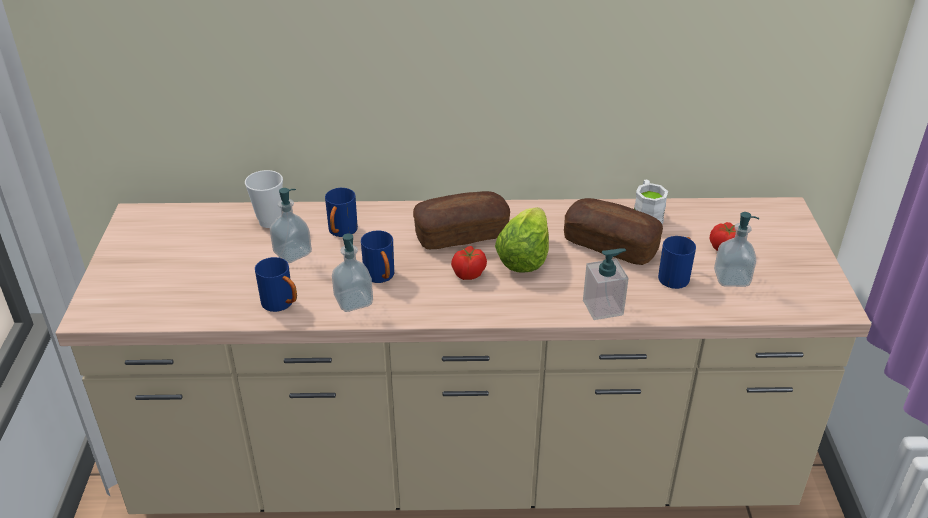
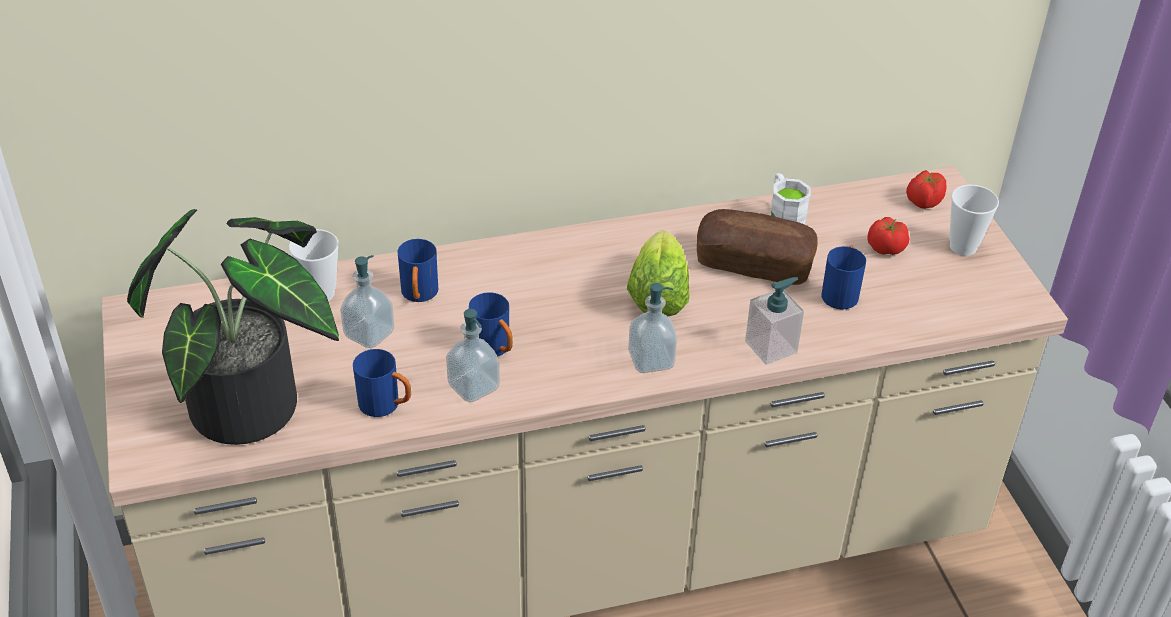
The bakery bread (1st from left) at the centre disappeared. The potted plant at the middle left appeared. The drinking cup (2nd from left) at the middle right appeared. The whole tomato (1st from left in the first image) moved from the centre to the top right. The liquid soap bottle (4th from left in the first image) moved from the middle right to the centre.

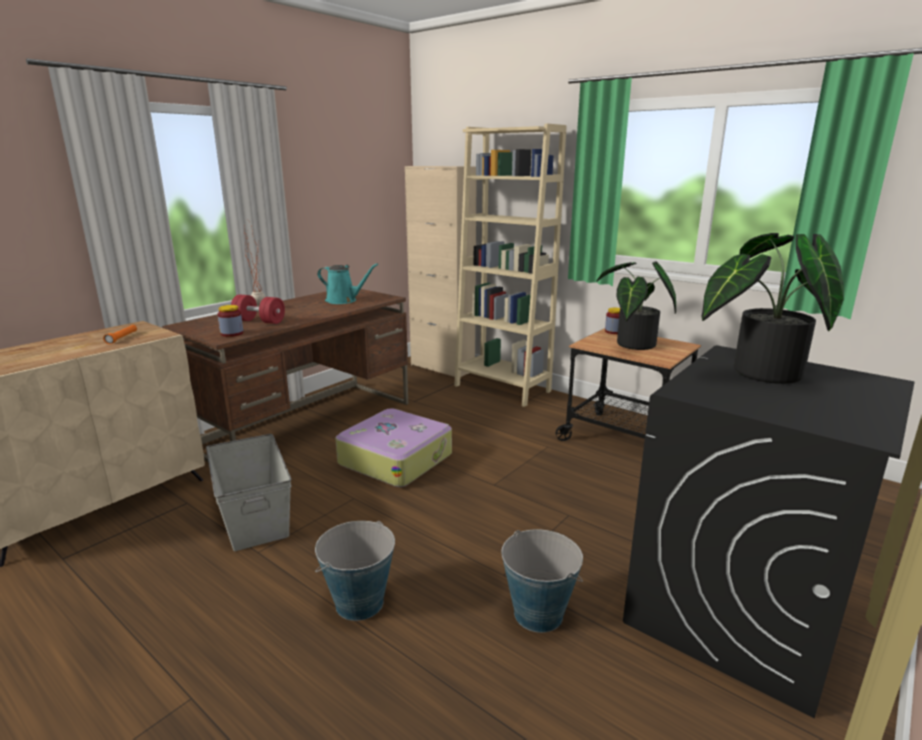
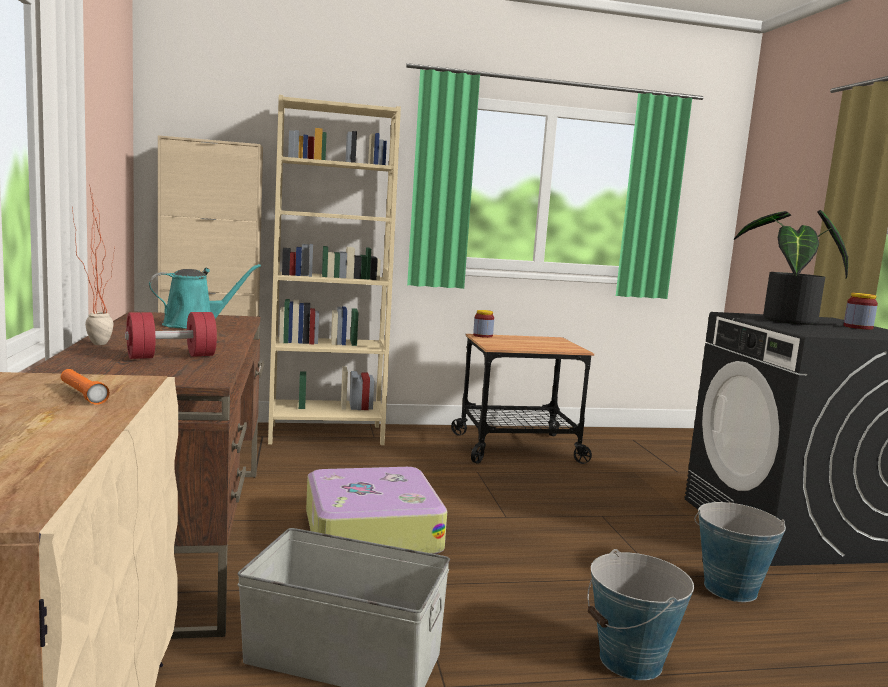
The potted plant (2nd from left) at the middle right disappeared. The jar (1st from left in the first image) moved from the middle left to the middle right.

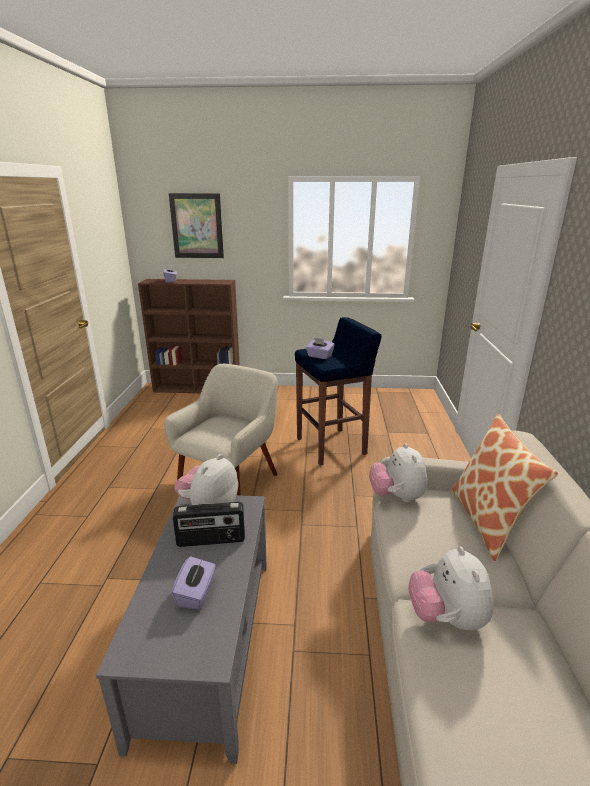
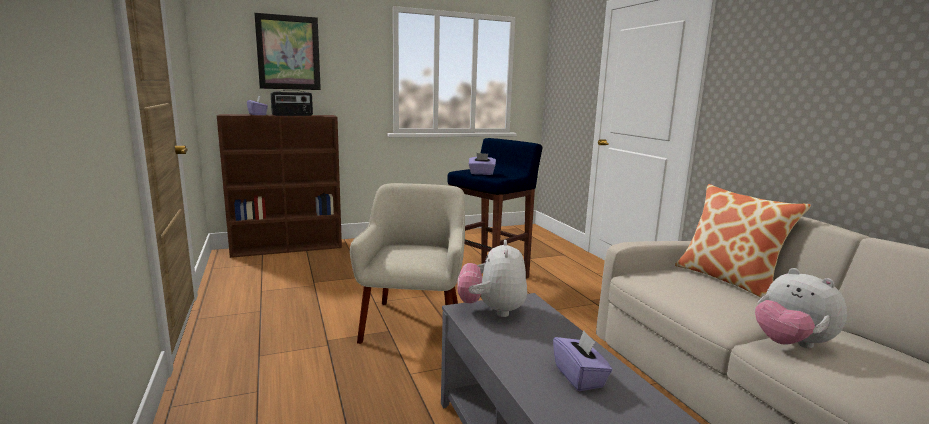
The soft toy (2nd from left) at the middle right disappeared. The radio set moved from the bottom centre to the top left.

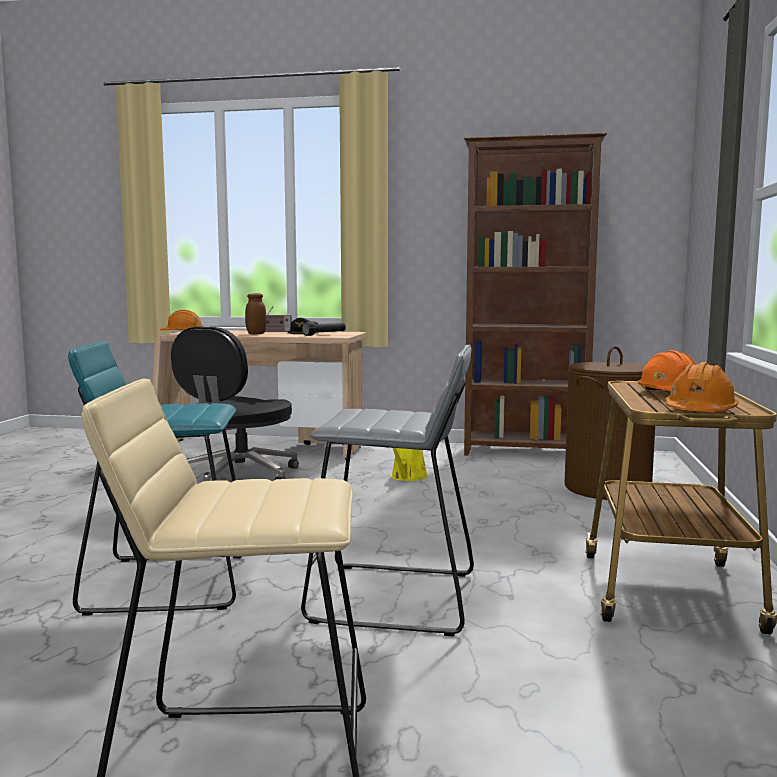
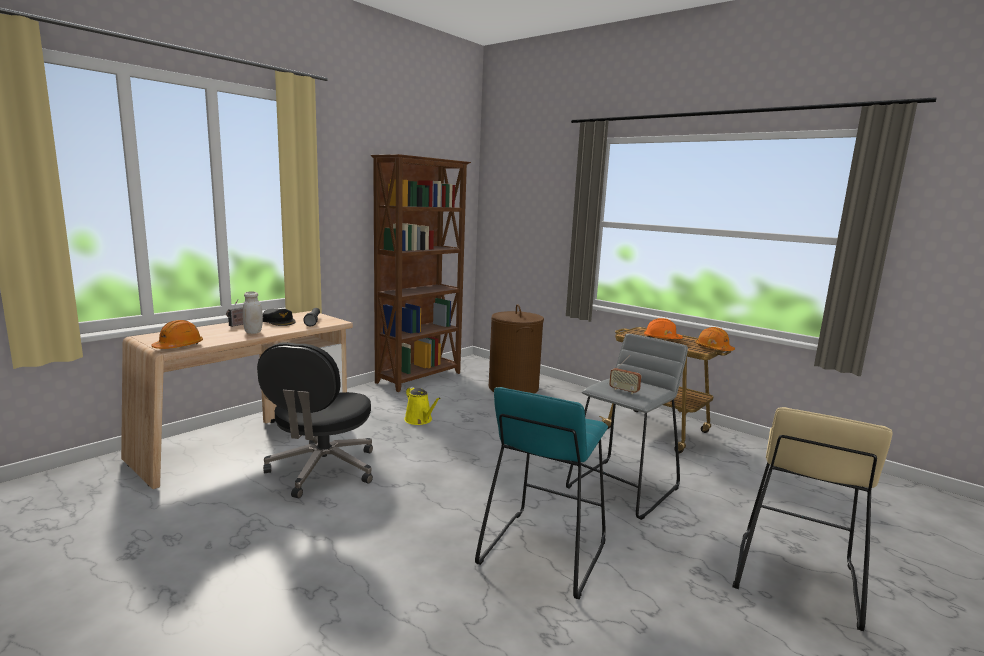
The radio set (2nd from left) at the centre appeared. The brownish jar at the middle left became the whitish jar at the middle left. The black desk chair at the middle left turned 45 degrees clockwise.

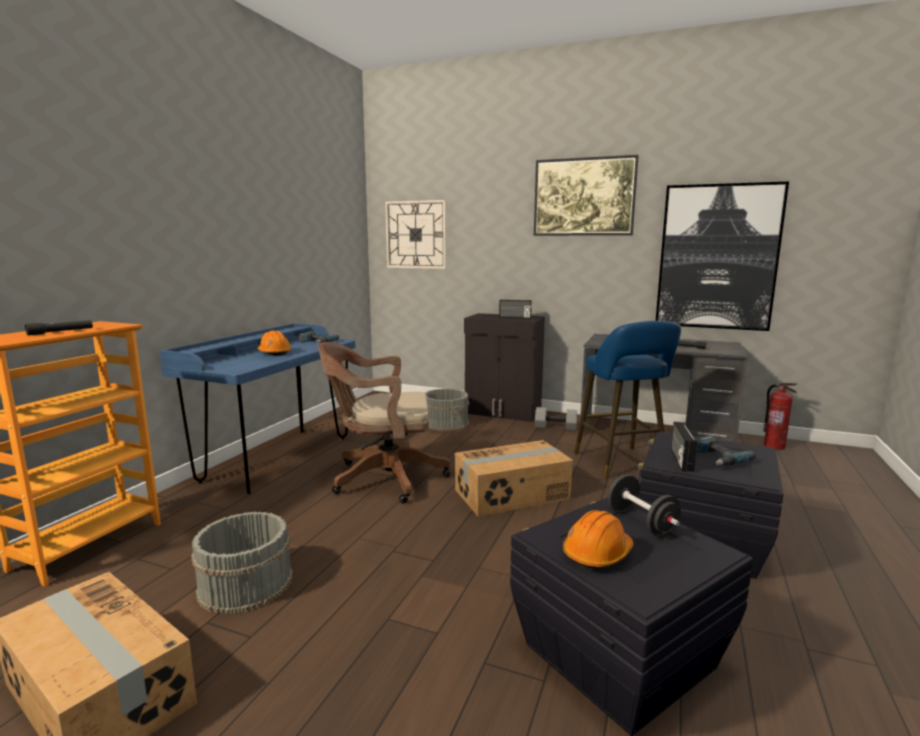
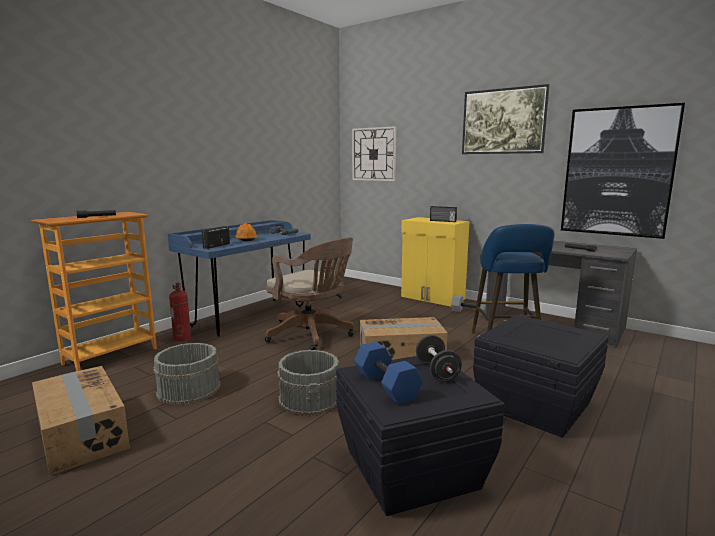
The power drill (2nd from left) at the middle right disappeared. The grey pail (2nd from left) moved from the centre to the bottom centre. The radio set (2nd from left in the first image) moved from the middle right to the middle left. The extinguisher moved from the middle right to the middle left. The orange hard hat (2nd from left) at the bottom centre was replaced by the blue-coloured dumbbell at the bottom centre. The black cabinet at the centre became the yellow-coloured cabinet at the centre. The brownish desk chair at the centre turned 150 degrees counterclockwise.

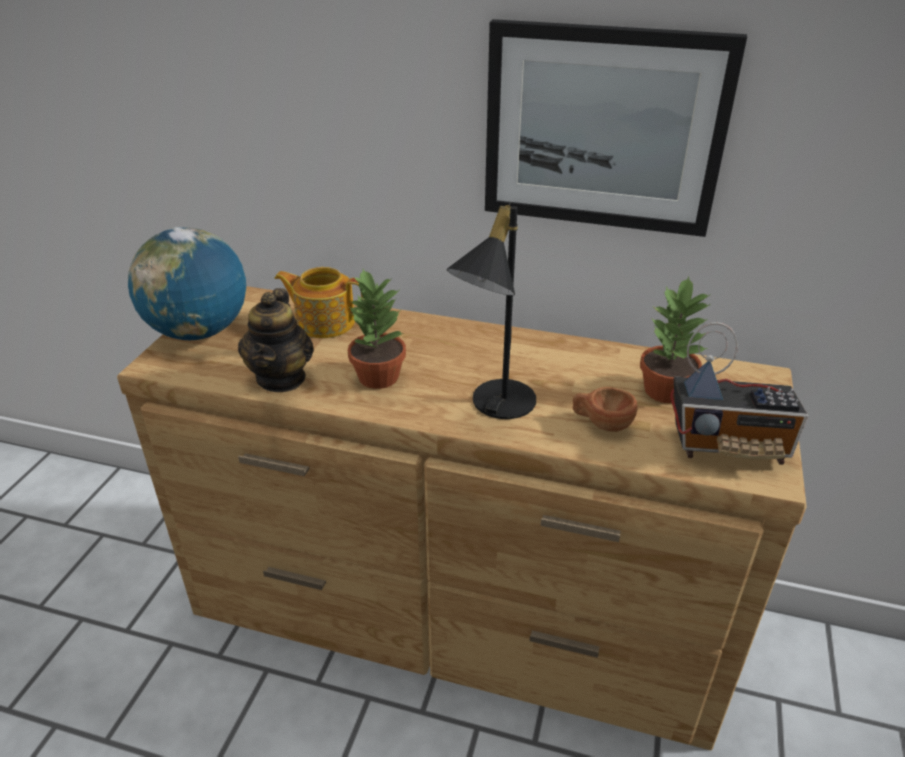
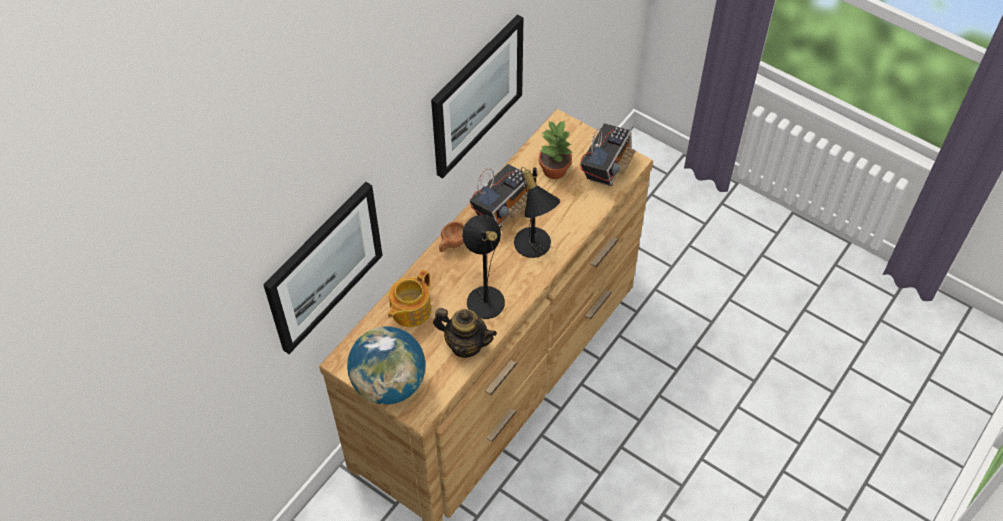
The wall art (1st from left) at the middle left appeared. The radio set (1st from left) at the centre appeared. The brownish drinking cup moved from the middle right to the centre. The potted plant (1st from left) at the centre was replaced by the black lamp for a table (1st from left) at the centre.

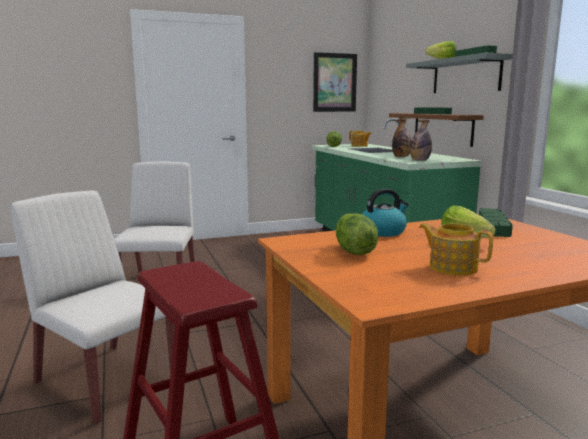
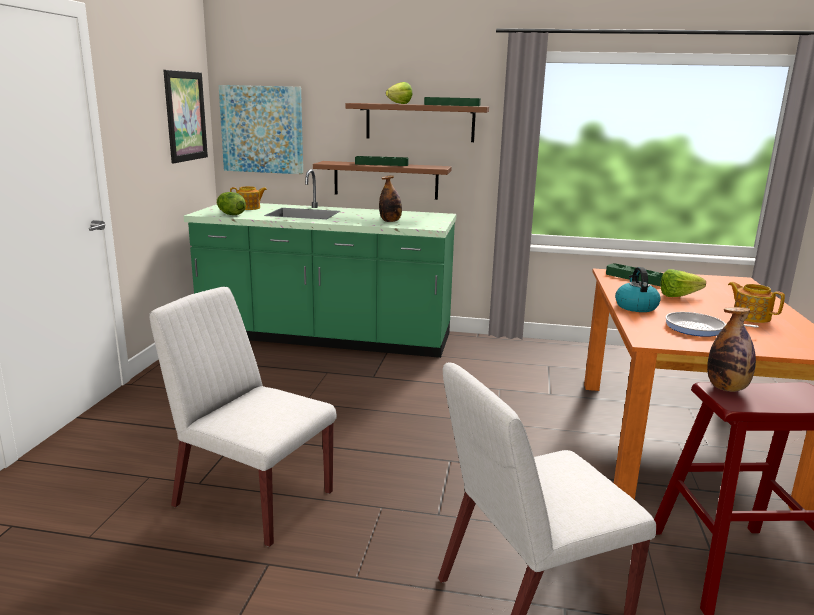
The wall art (2nd from left) at the top left appeared. The bottle (2nd from left) moved from the top right to the middle right. The lettuce head (2nd from left) at the centre was replaced by the skillet at the middle right. The grey wall shelf at the top right became the brownish wall shelf (2nd from left) at the top centre. The pot for tea (2nd from left) at the middle right turned 75 degrees clockwise.

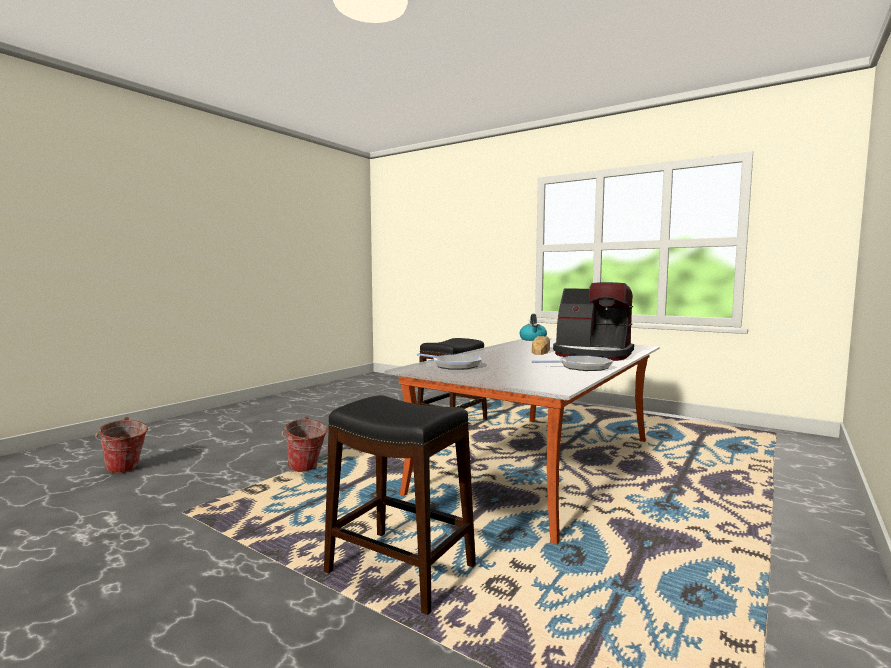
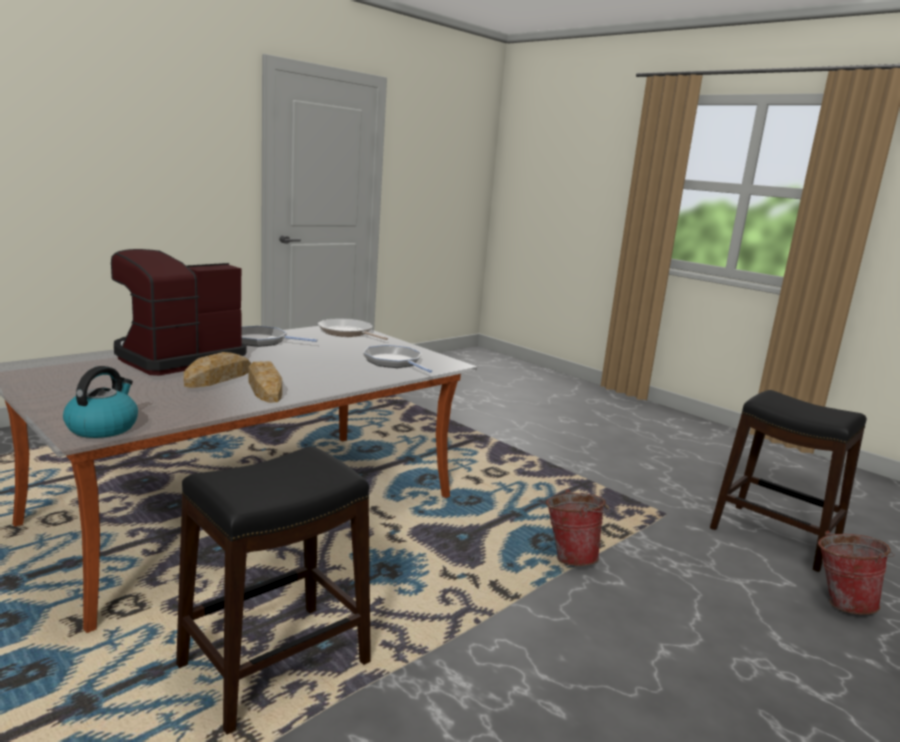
The bakery bread (2nd from left) at the middle left appeared. The skillet (2nd from left) at the centre appeared. The black stool seat (1st from left in the first image) moved from the bottom centre to the middle right. The coffee maker at the centre turned 90 degrees counterclockwise.

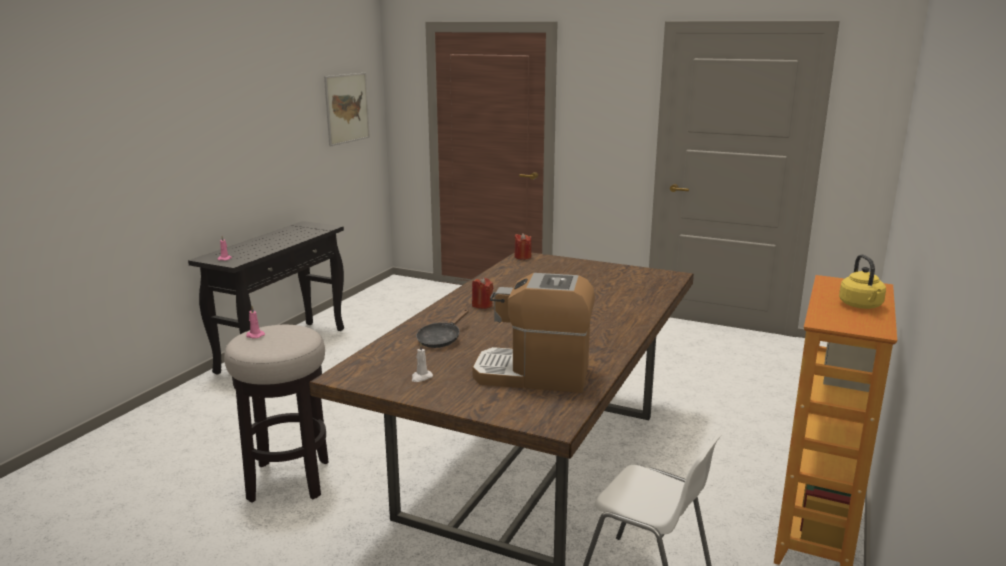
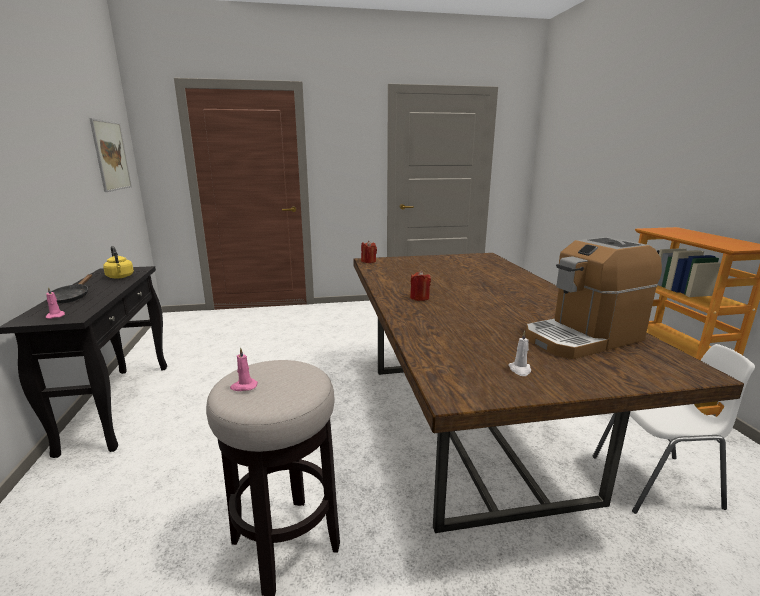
The black skillet moved from the centre to the middle left. The yellow-coloured water kettle moved from the middle right to the middle left.

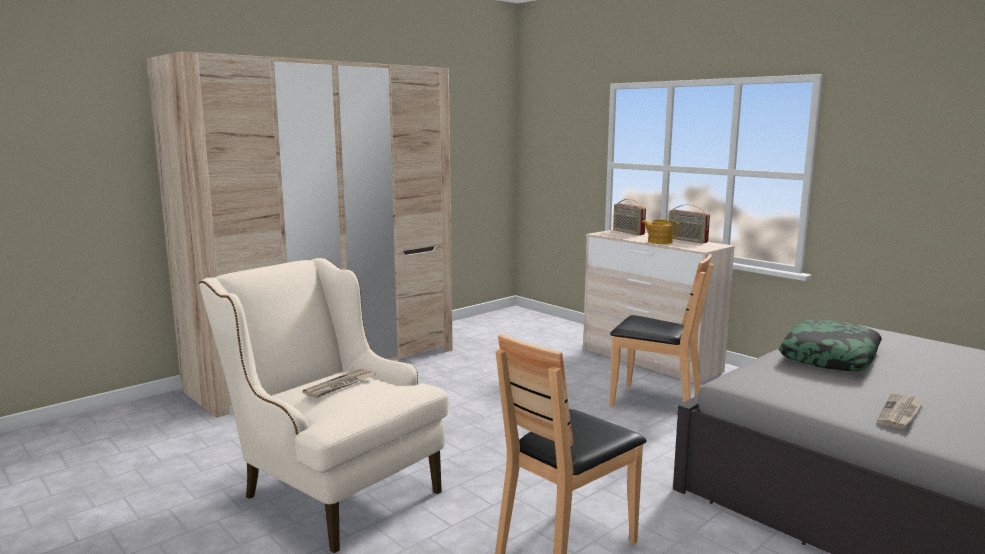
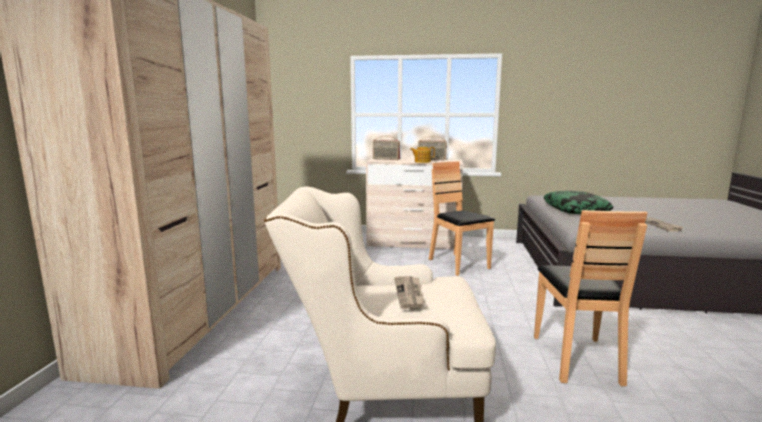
The brownish chair (2nd from left in the first image) at the middle right turned 105 degrees counterclockwise.

